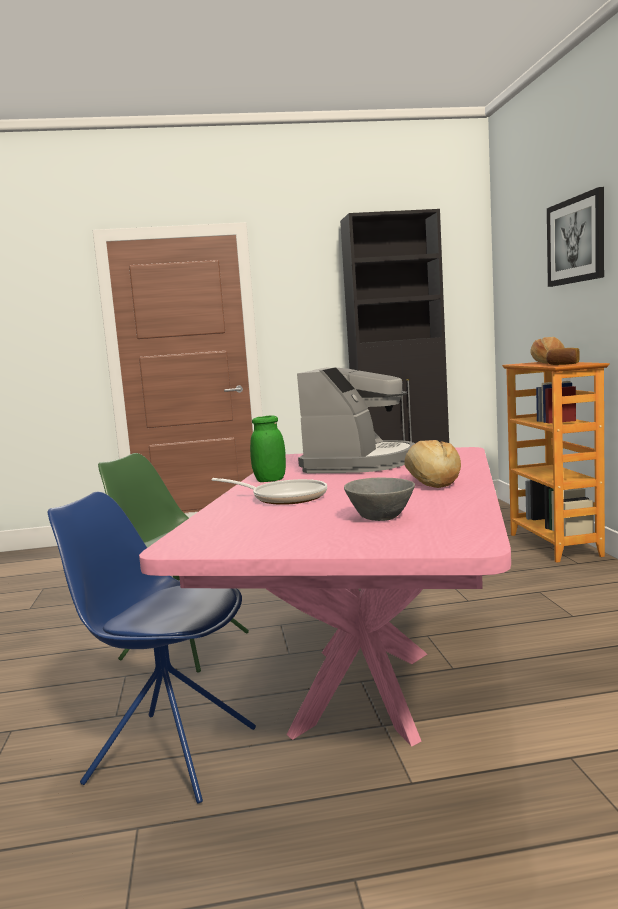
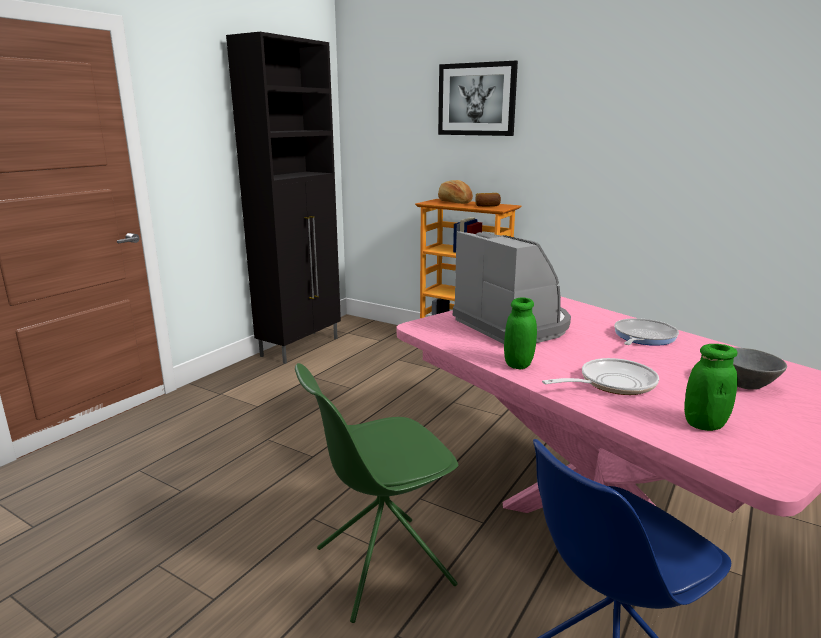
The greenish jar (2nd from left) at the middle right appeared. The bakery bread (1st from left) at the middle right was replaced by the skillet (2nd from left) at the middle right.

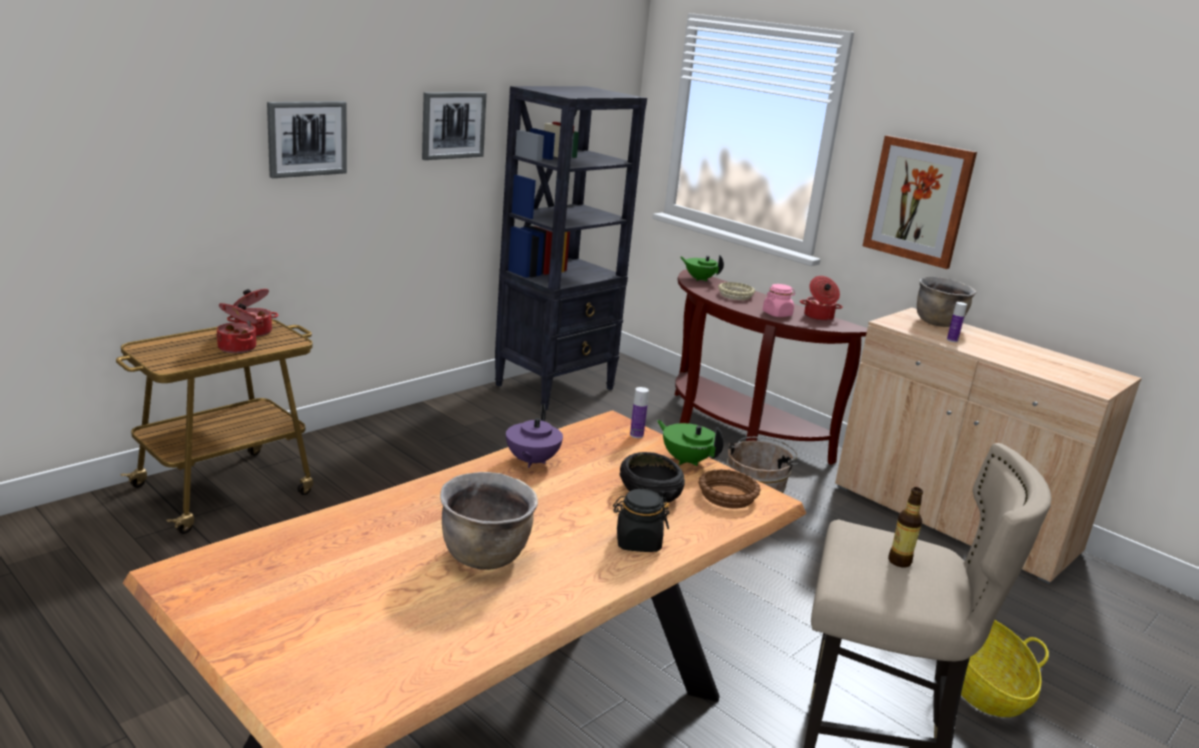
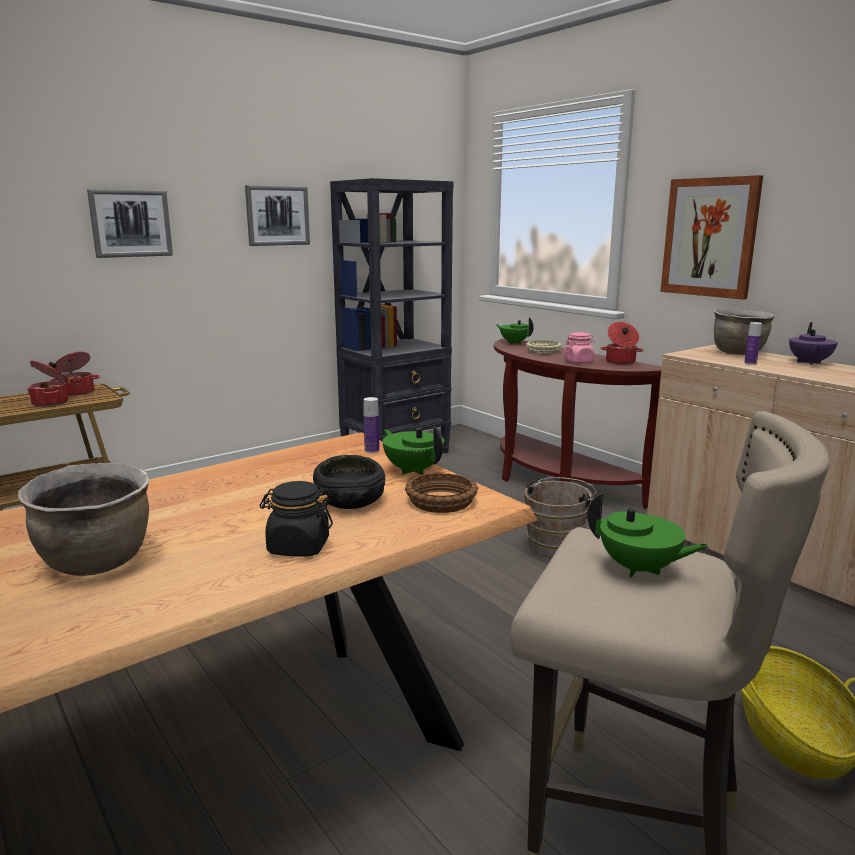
The purple-coloured pot for tea moved from the centre to the middle right. The bottle (2nd from left) at the bottom right was replaced by the greenish pot for tea (3rd from left) at the middle right.

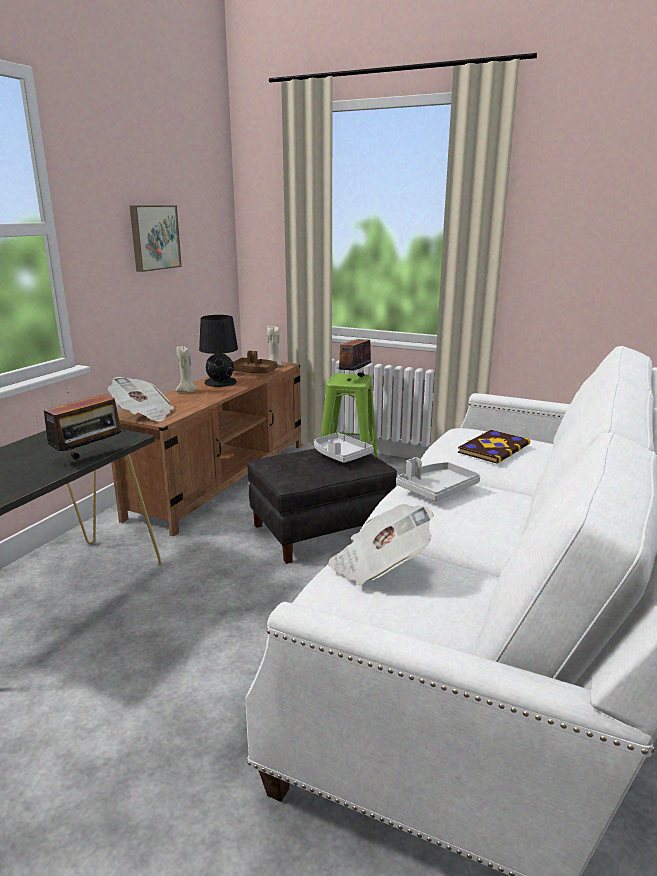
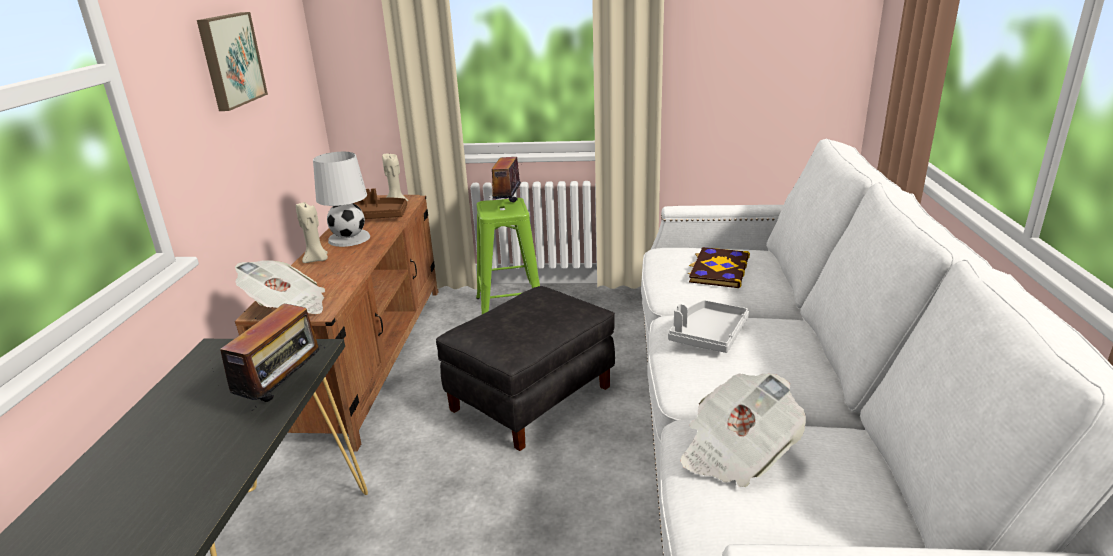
The grey carrying tray (1st from left) at the centre disappeared. The black lamp for a table at the middle left became the whitish lamp for a table at the middle left.

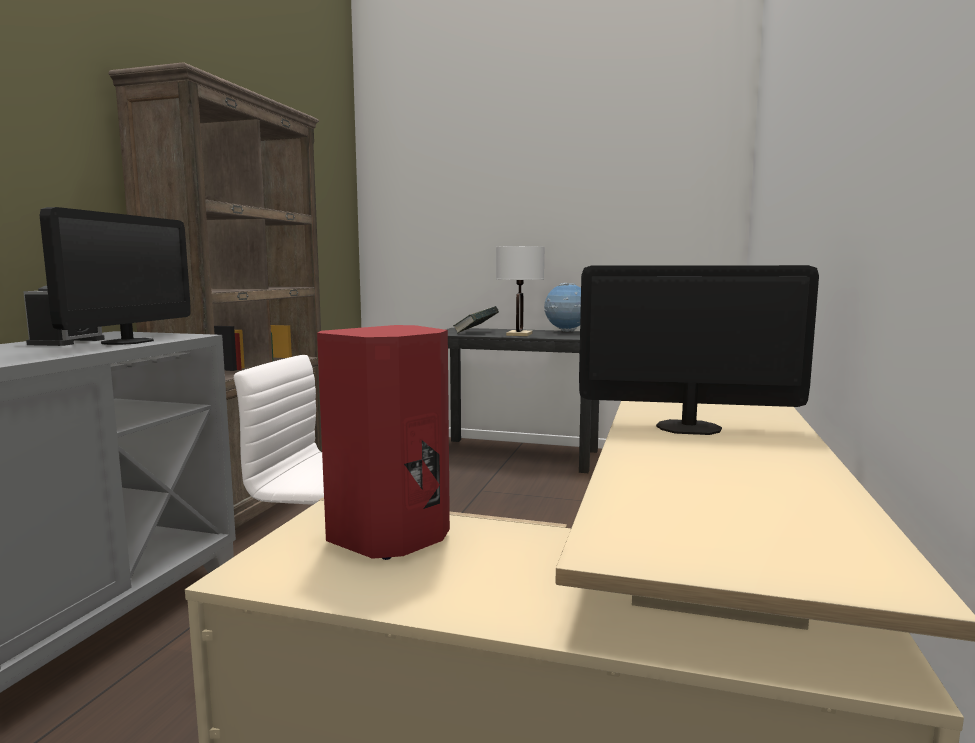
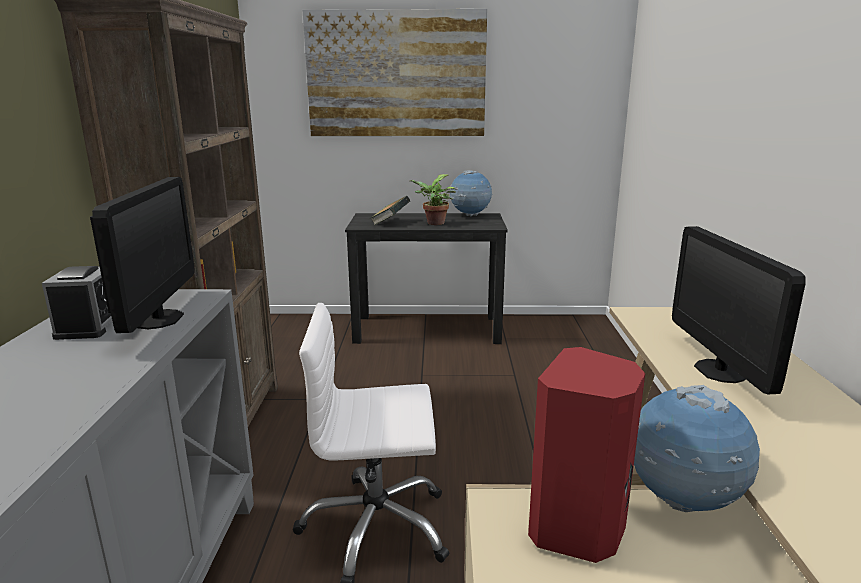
The wall art at the top centre appeared. The desk globe (2nd from left) at the bottom right appeared. The whitish lamp for a table at the centre was replaced by the potted plant at the centre. The computer display (2nd from left) at the middle right turned 90 degrees counterclockwise.

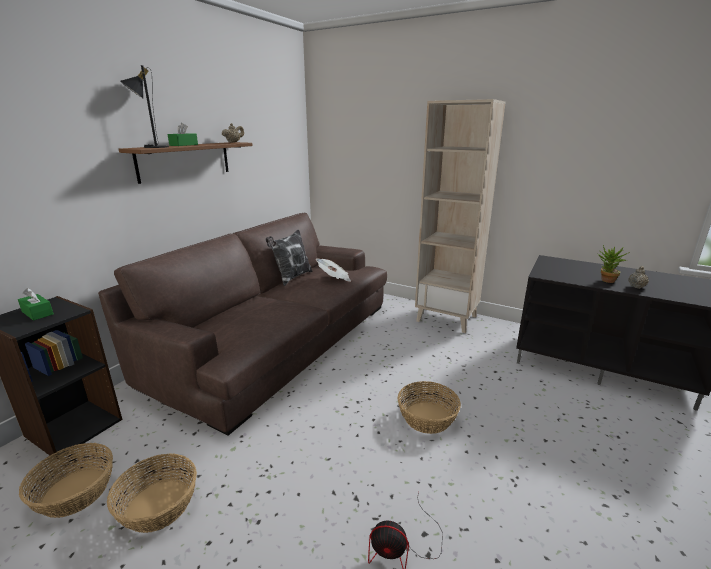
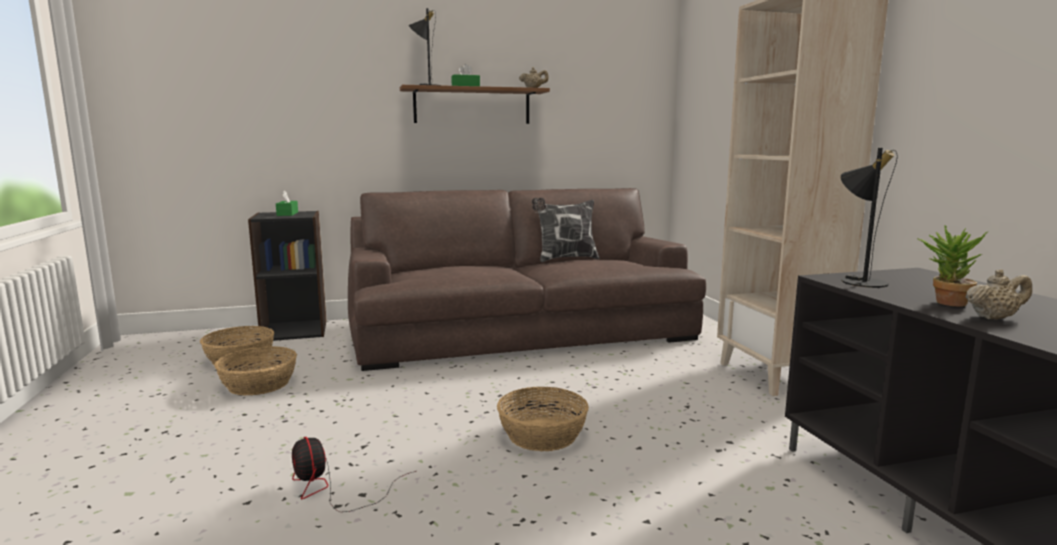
The daily paper at the centre disappeared. The black lamp for a table (2nd from left) at the middle right appeared.

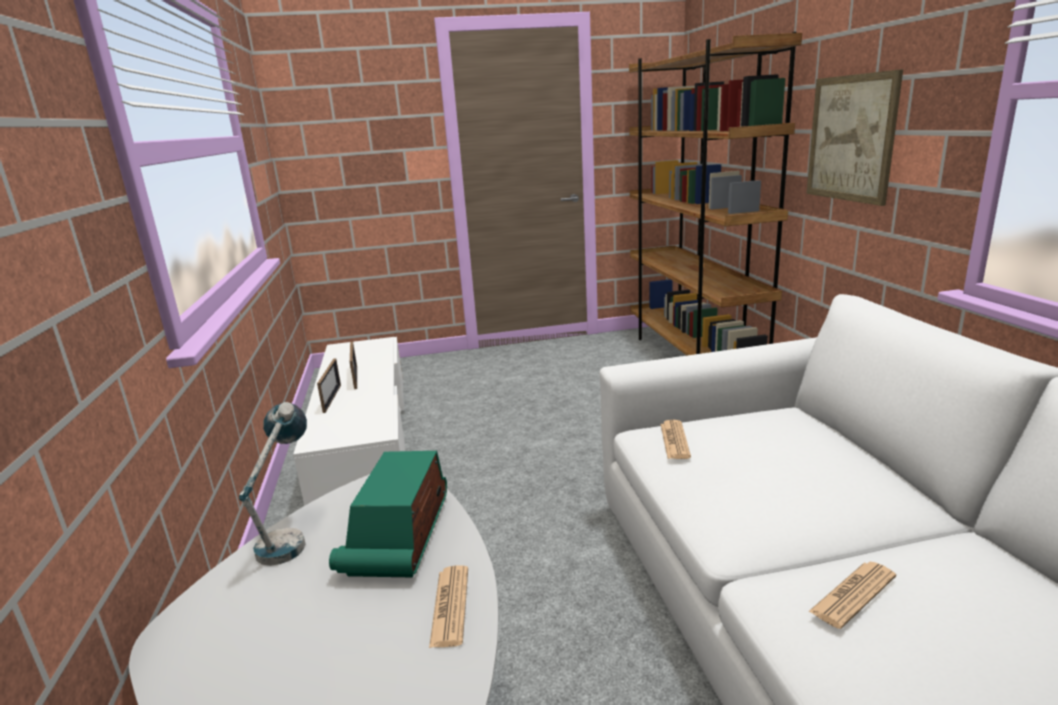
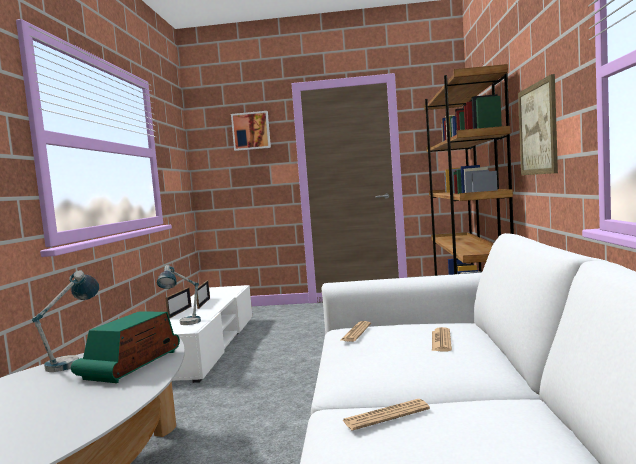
The lamp for a table (2nd from left) at the middle left appeared. The wall art (1st from left) at the top centre appeared. The daily paper (1st from left in the first image) moved from the bottom centre to the bottom right.

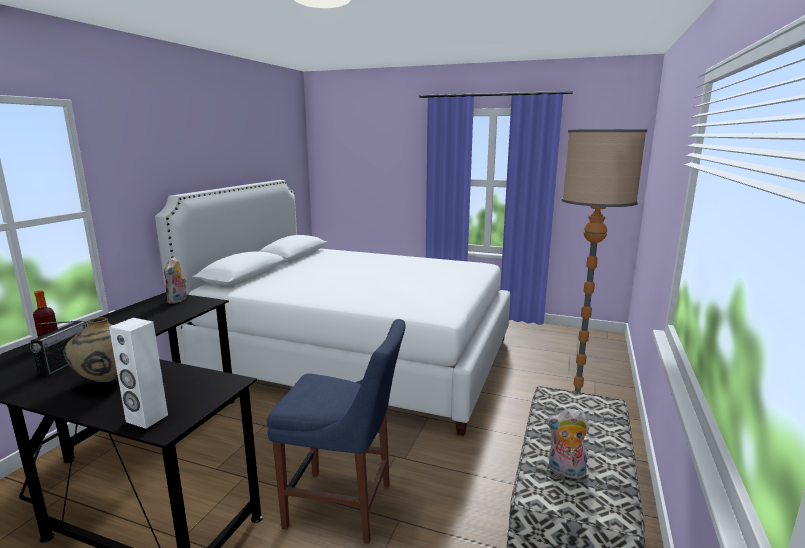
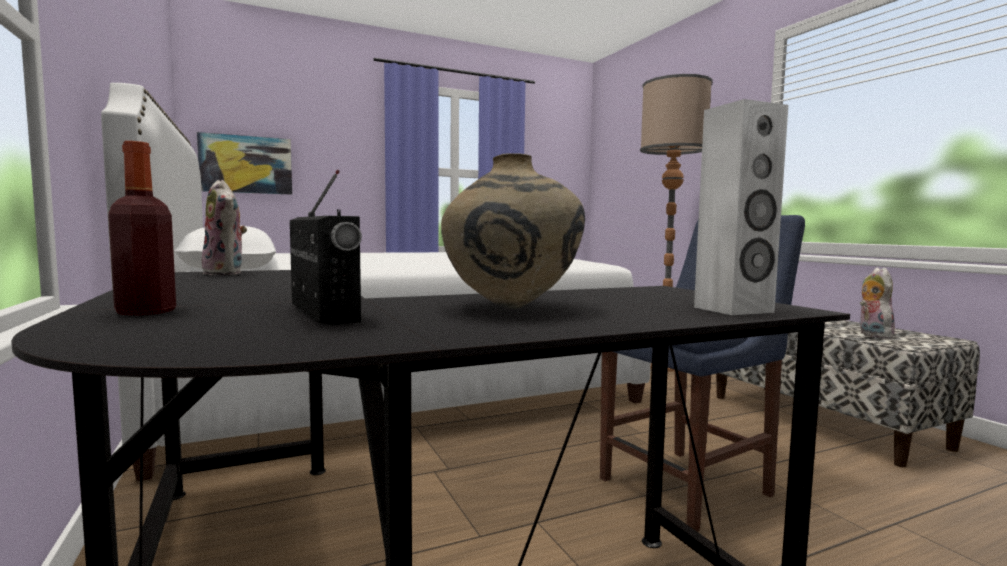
The wall art at the top left appeared. The soft toy (2nd from left) at the bottom right turned 120 degrees clockwise.

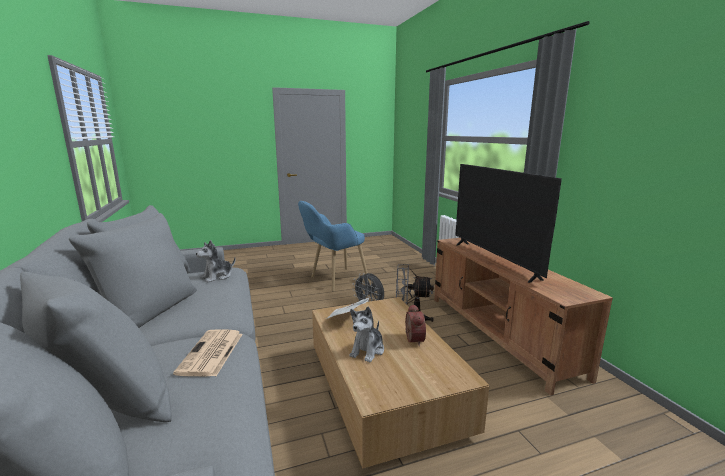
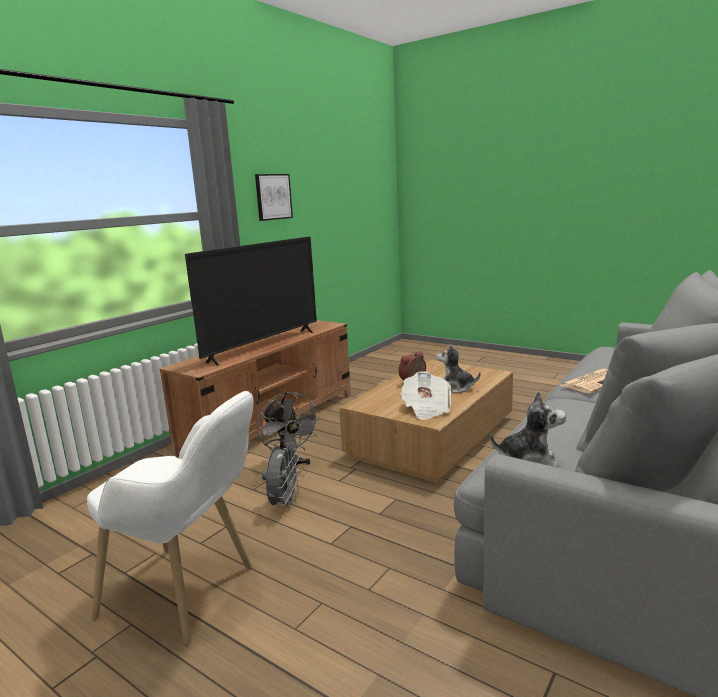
The wall art at the top centre appeared. The blue-coloured lounge chair at the centre became the whitish lounge chair at the bottom left. The soft toy (2nd from left in the first image) at the bottom centre turned 150 degrees counterclockwise.

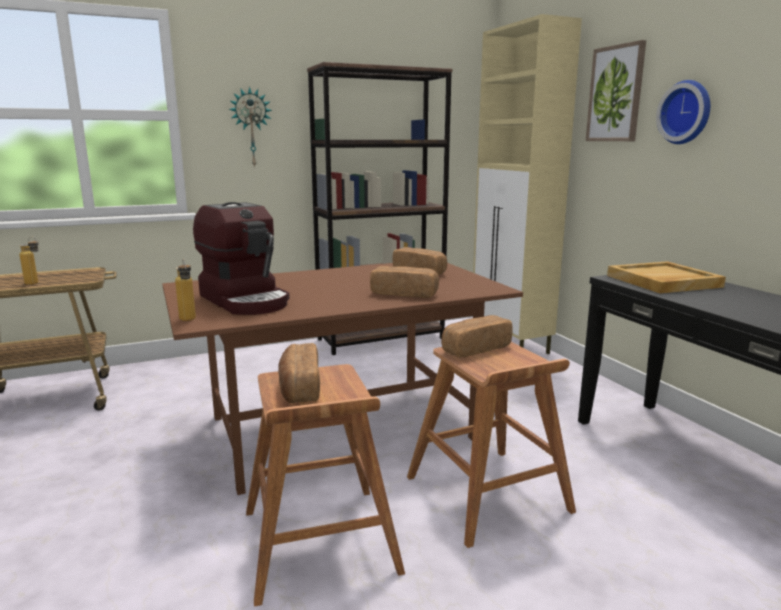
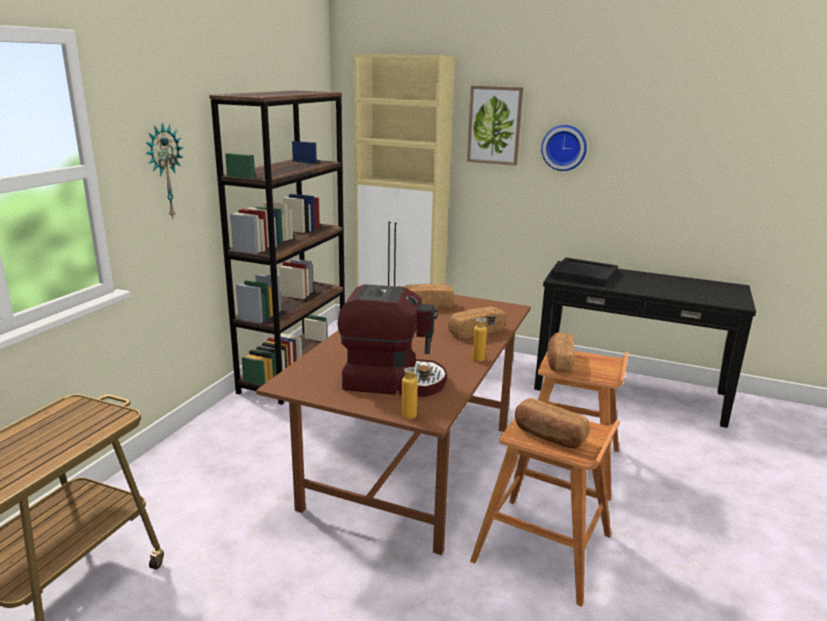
The bottle (1st from left in the first image) moved from the middle left to the centre. The beige carrying tray at the middle right became the black carrying tray at the middle right.

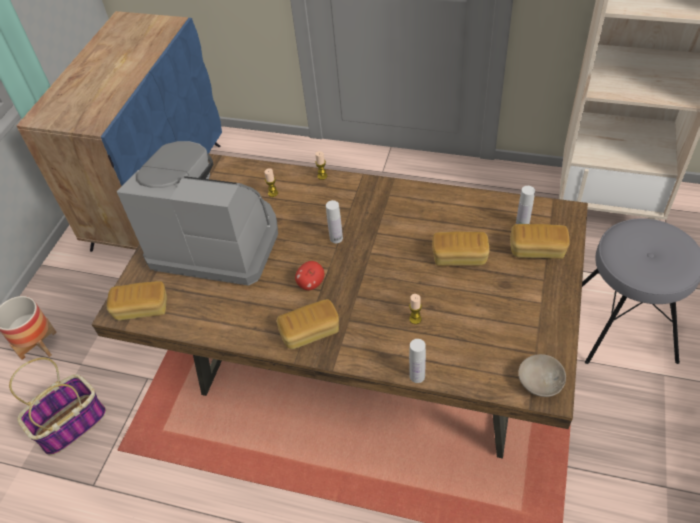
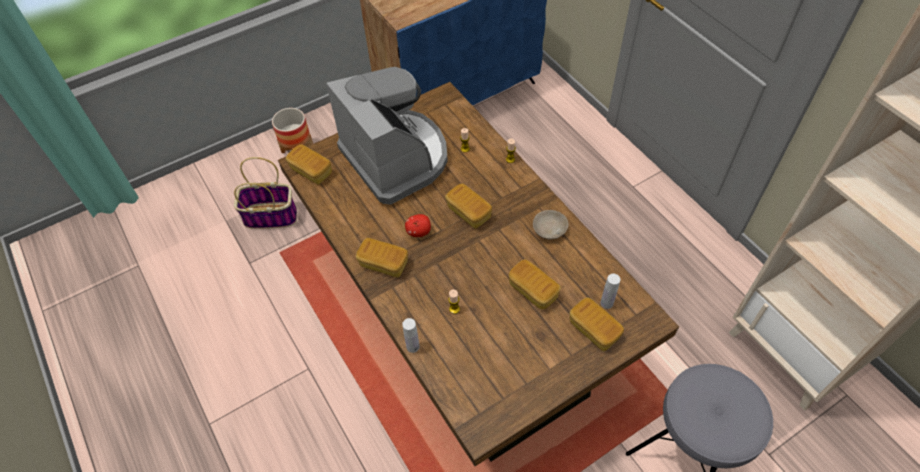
The beige bowl moved from the bottom right to the centre. The whitish bottle (1st from left) at the centre was replaced by the bakery bread (3rd from left) at the centre.

